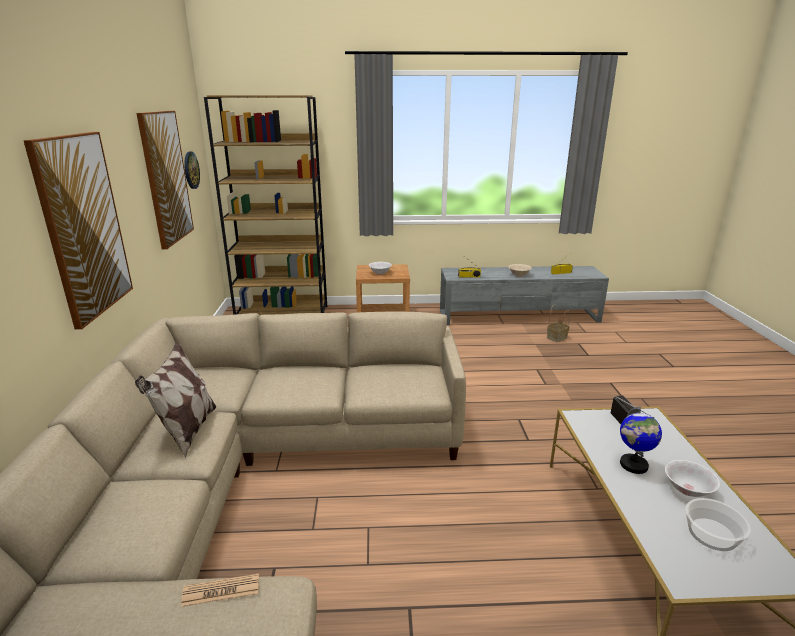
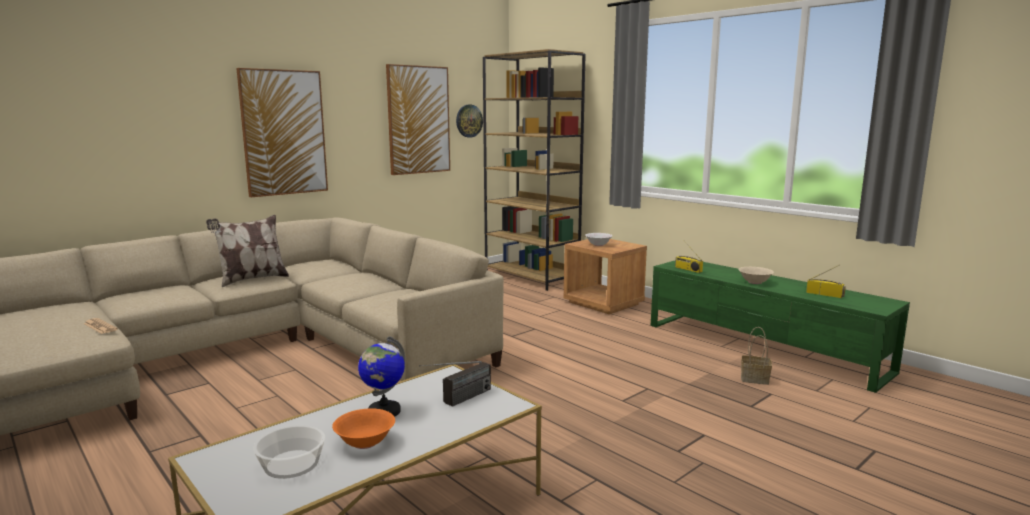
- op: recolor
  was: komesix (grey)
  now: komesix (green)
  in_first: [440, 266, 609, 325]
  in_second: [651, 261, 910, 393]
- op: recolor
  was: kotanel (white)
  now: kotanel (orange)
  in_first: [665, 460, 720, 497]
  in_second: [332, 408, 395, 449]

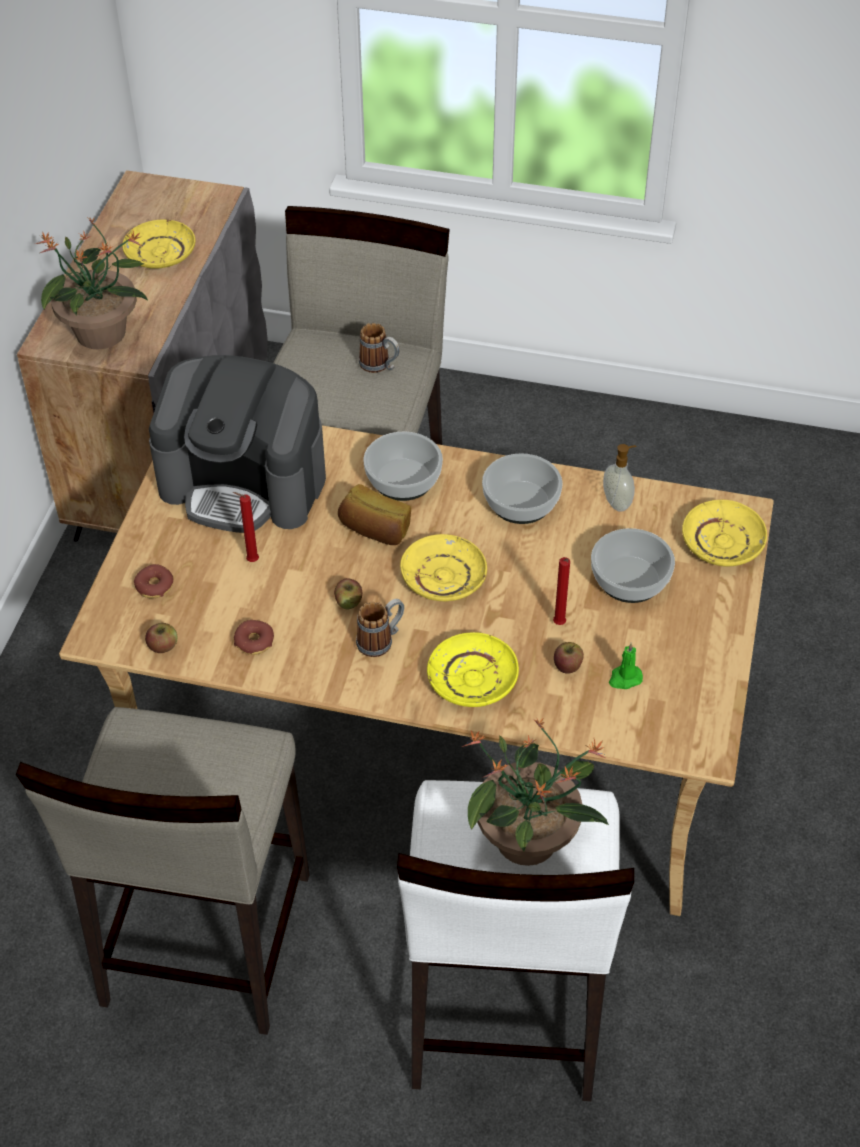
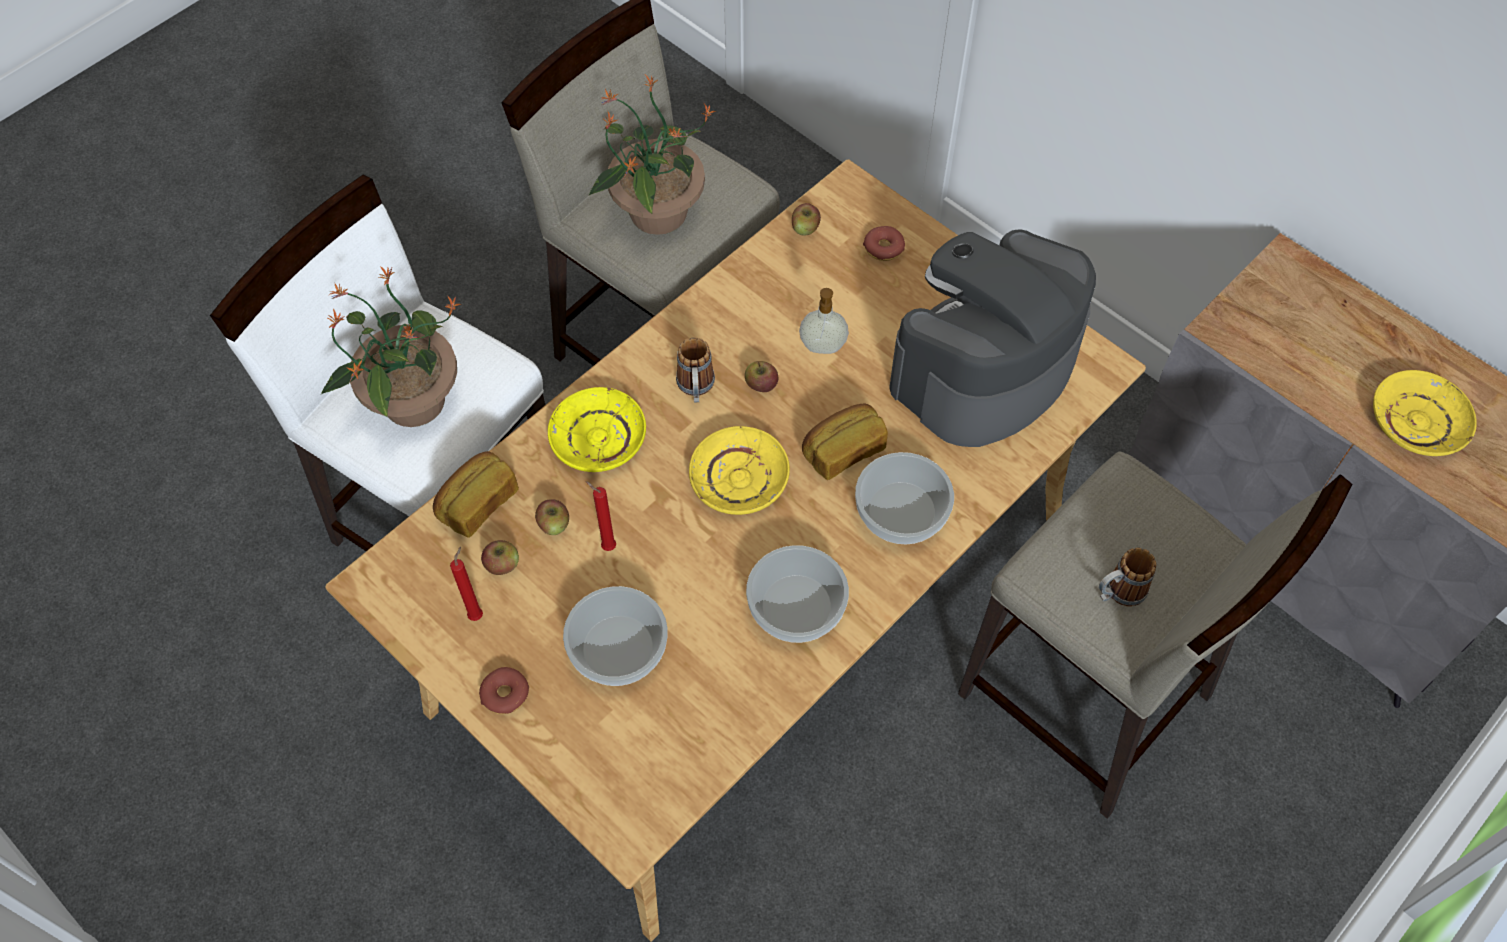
- op: delete
  was: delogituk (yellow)
  in_first: [682, 500, 767, 566]
- op: insert
  now: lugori
  in_second: [433, 451, 519, 538]
- op: move
  was: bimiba
  in_first: [36, 217, 148, 350]
  in_second: [588, 75, 716, 235]
- op: move
  was: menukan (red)
  in_first: [233, 492, 259, 562]
  in_second: [450, 547, 483, 621]
- op: move
  was: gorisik
  in_first: [234, 620, 274, 655]
  in_second: [479, 667, 529, 714]
- op: move
  was: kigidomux
  in_first: [603, 444, 636, 512]
  in_second: [799, 288, 849, 354]
- op: replace
  was: menukan (green)
  now: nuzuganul
  in_first: [609, 642, 643, 689]
  in_second: [481, 540, 519, 575]

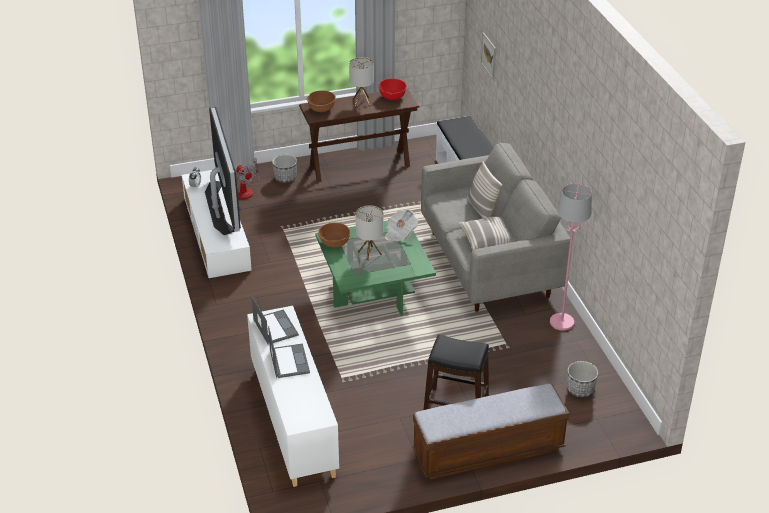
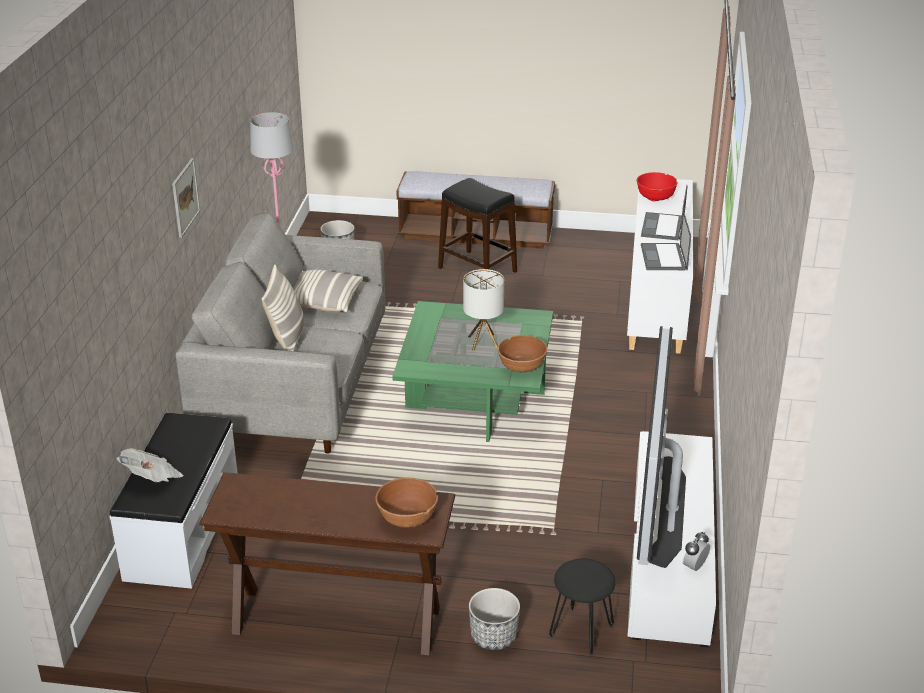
- op: delete
  was: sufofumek
  in_first: [349, 57, 374, 106]
- op: move
  was: kotanel (red)
  in_first: [379, 79, 407, 100]
  in_second: [637, 172, 678, 201]
- op: move
  was: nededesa
  in_first: [385, 210, 418, 242]
  in_second: [116, 448, 183, 482]
- op: move
  was: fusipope
  in_first: [481, 32, 496, 79]
  in_second: [172, 158, 200, 238]
- op: replace
  was: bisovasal
  now: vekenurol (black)
  in_first: [236, 158, 260, 199]
  in_second: [549, 559, 616, 655]

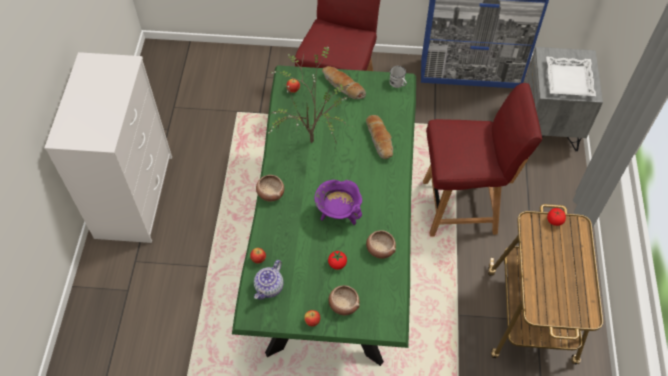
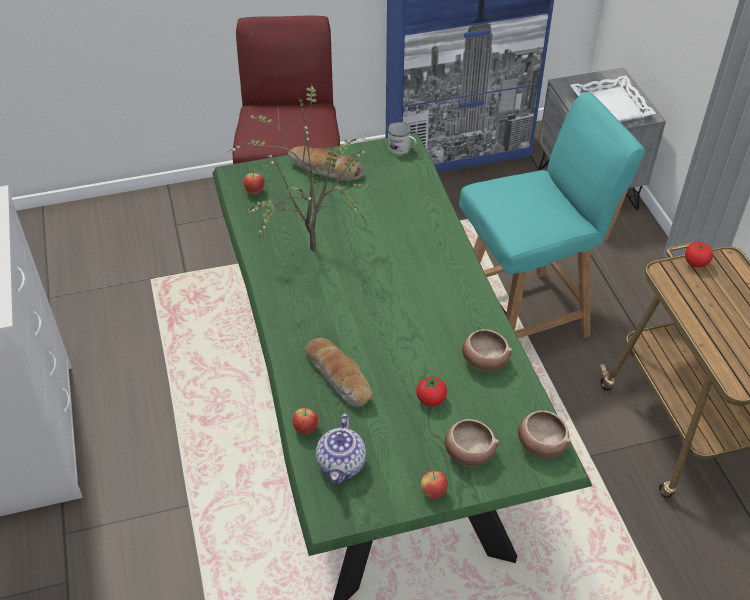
- op: delete
  was: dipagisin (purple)
  in_first: [314, 180, 362, 225]
- op: move
  was: kotanel
  in_first: [256, 175, 284, 202]
  in_second: [518, 411, 571, 458]
- op: move
  was: lugori
  in_first: [366, 115, 393, 159]
  in_second: [304, 338, 373, 407]
- op: recolor
  was: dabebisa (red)
  now: dabebisa (turquoise)
  in_first: [423, 83, 542, 236]
  in_second: [459, 92, 645, 339]

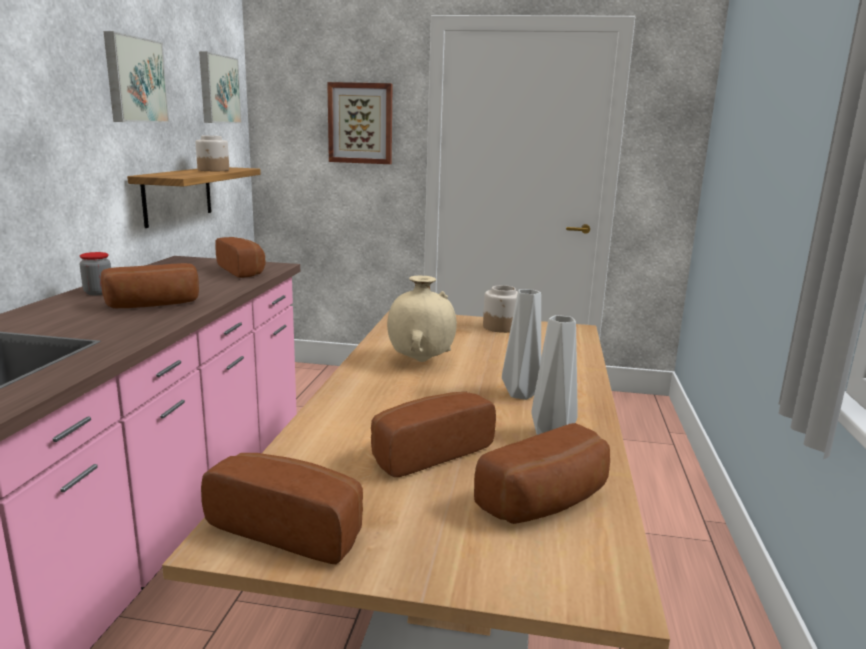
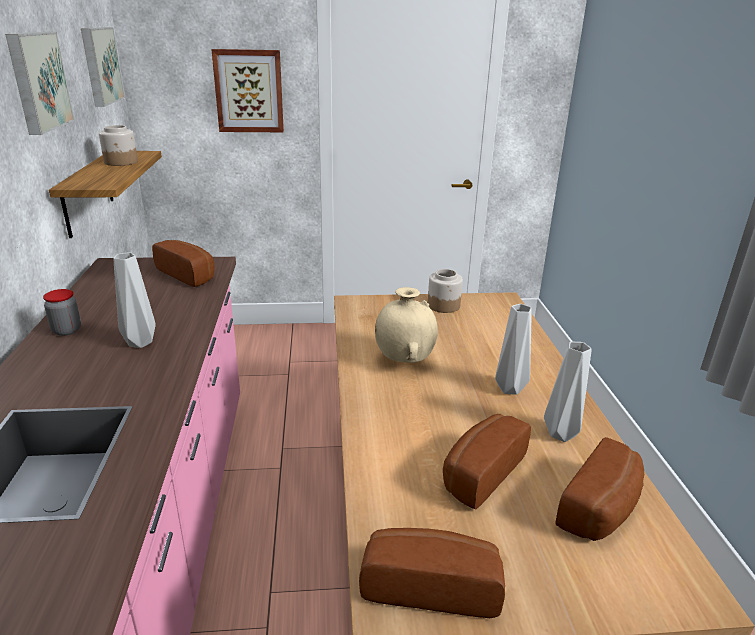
- op: replace
  was: lugori
  now: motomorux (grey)
  in_first: [101, 263, 199, 308]
  in_second: [114, 252, 156, 348]

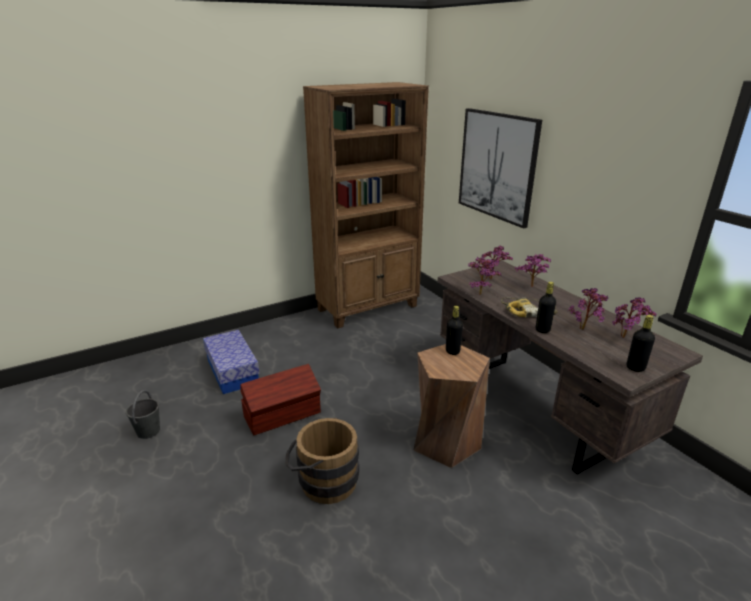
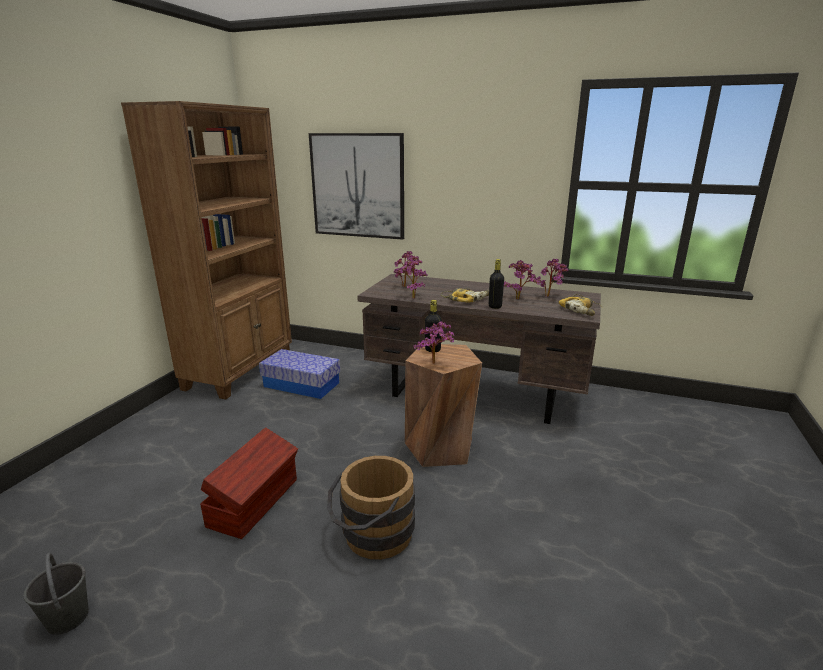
- op: move
  was: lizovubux
  in_first: [203, 330, 260, 394]
  in_second: [259, 349, 340, 399]
- op: move
  was: bimiba
  in_first: [515, 254, 551, 287]
  in_second: [413, 321, 454, 364]
- op: replace
  was: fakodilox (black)
  now: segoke
  in_first: [626, 315, 655, 372]
  in_second: [558, 294, 603, 316]

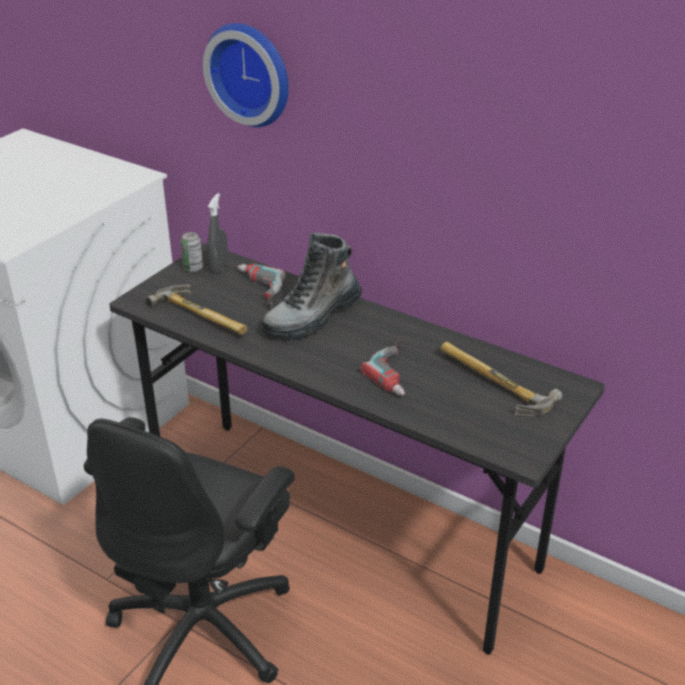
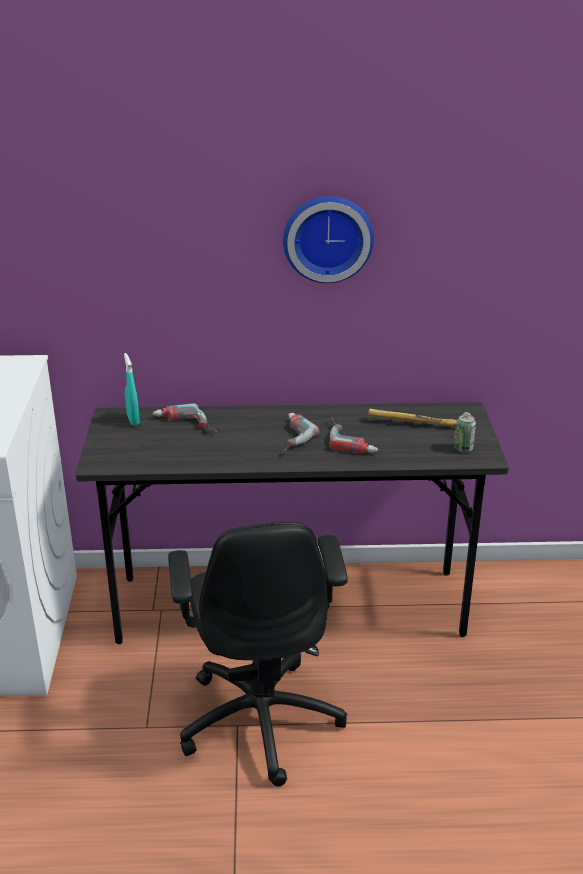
- op: delete
  was: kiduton
  in_first: [146, 284, 248, 335]
- op: delete
  was: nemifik
  in_first: [261, 233, 362, 340]
- op: insert
  now: segoke
  in_second: [281, 413, 319, 454]
- op: move
  was: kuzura
  in_first: [181, 232, 203, 272]
  in_second: [454, 415, 476, 453]
- op: move
  was: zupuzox
  in_first: [203, 23, 289, 127]
  in_second: [283, 196, 374, 283]
- op: recolor
  was: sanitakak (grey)
  now: sanitakak (turquoise)
  in_first: [208, 193, 228, 274]
  in_second: [124, 353, 140, 426]

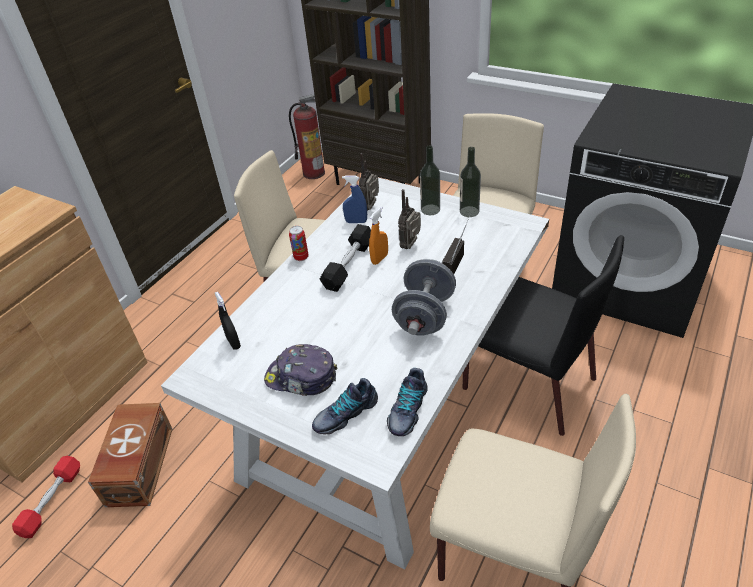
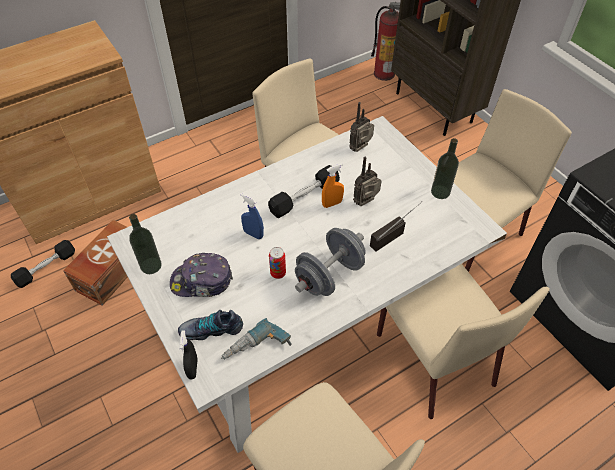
- op: move
  was: sanitakak (black)
  in_first: [215, 292, 241, 350]
  in_second: [179, 330, 198, 380]
- op: move
  was: kuzura
  in_first: [289, 226, 309, 261]
  in_second: [269, 247, 286, 279]
- op: move
  was: sanitakak (blue)
  in_first: [342, 175, 367, 223]
  in_second: [241, 193, 264, 239]
- op: move
  was: fakodilox
  in_first: [420, 146, 440, 215]
  in_second: [129, 214, 162, 274]
- op: replace
  was: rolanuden
  now: segoke
  in_first: [387, 368, 428, 436]
  in_second: [221, 318, 292, 359]
- op: recolor
  was: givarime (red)
  now: givarime (black)
  in_first: [12, 456, 80, 538]
  in_second: [11, 240, 75, 288]
- op: recolor
  was: dabebisa (black)
  now: dabebisa (beige)
  in_first: [463, 235, 624, 436]
  in_second: [377, 264, 550, 419]
- op: rotate
  was: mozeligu
  in_first: [264, 344, 338, 396]
  in_second: [170, 253, 233, 297]
  clockwise: -45

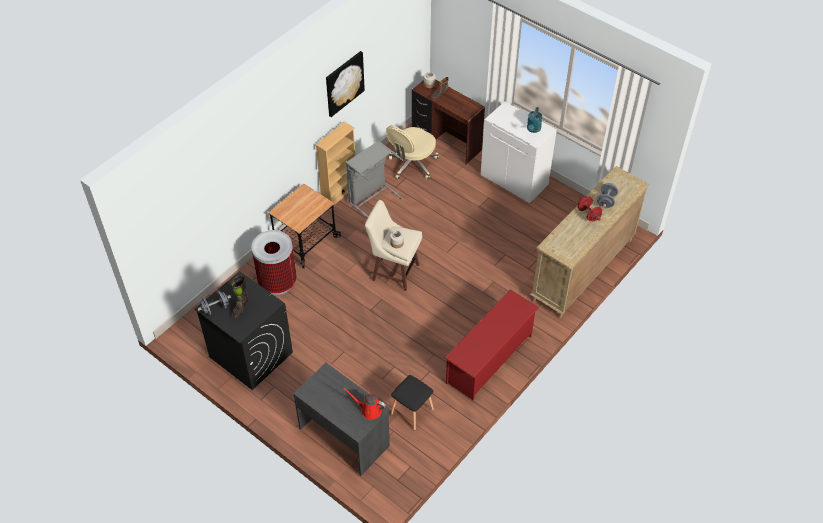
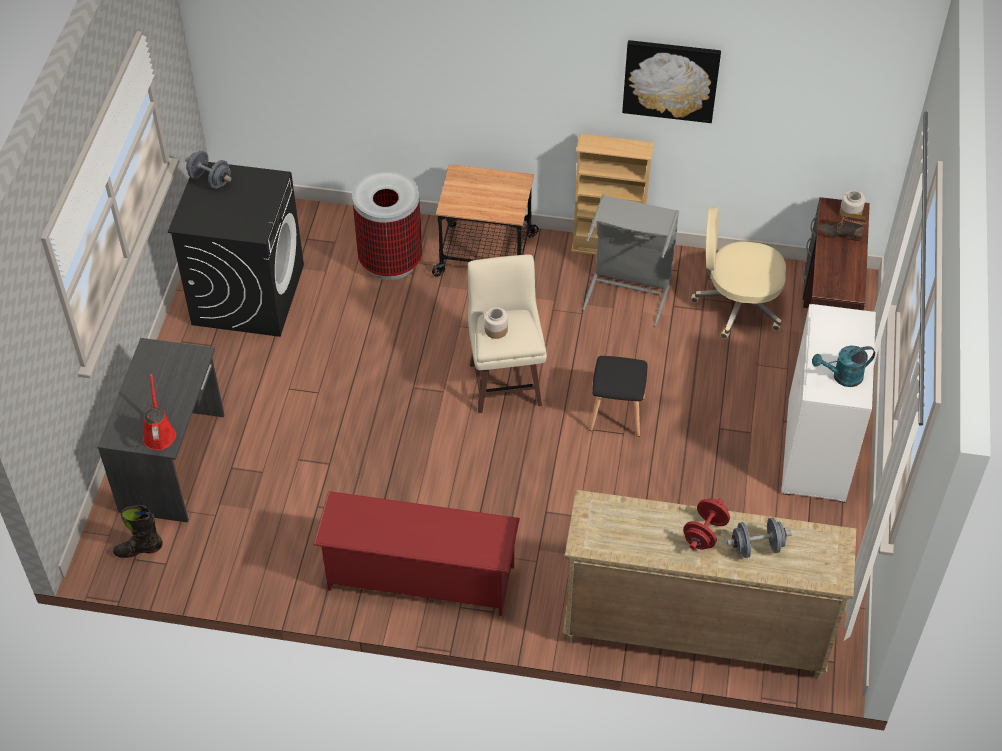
- op: move
  was: nemifik (black)
  in_first: [231, 276, 248, 318]
  in_second: [113, 505, 163, 558]
- op: move
  was: vekenurol (black)
  in_first: [391, 375, 434, 431]
  in_second: [589, 356, 647, 437]

